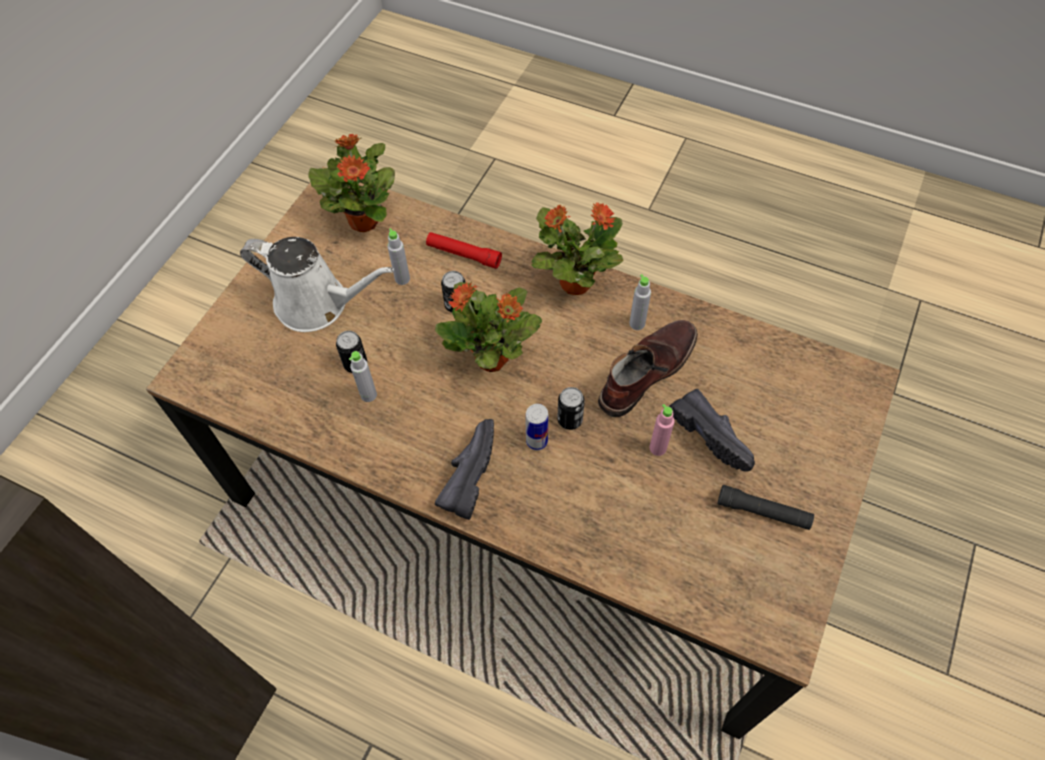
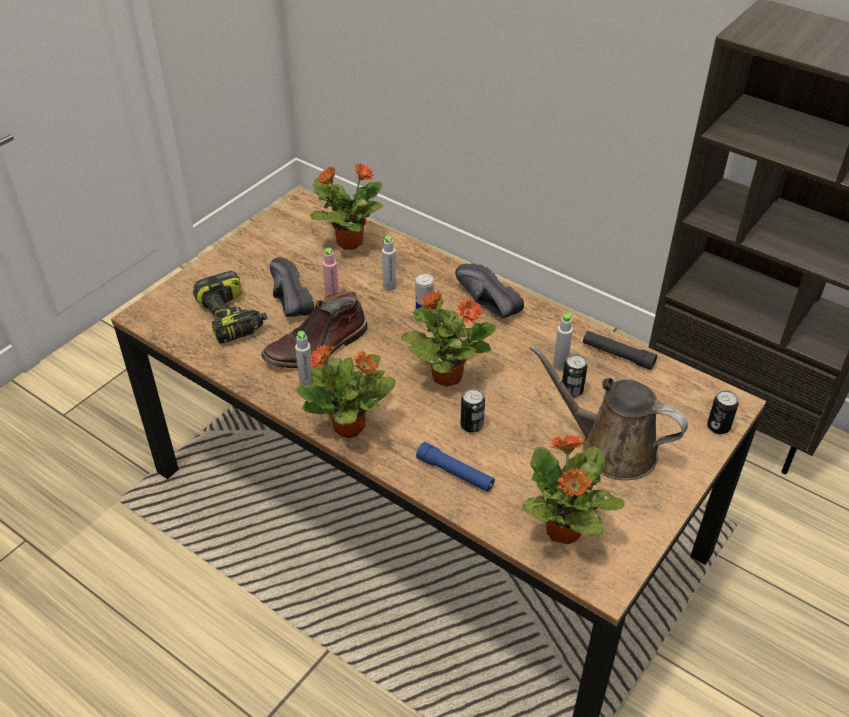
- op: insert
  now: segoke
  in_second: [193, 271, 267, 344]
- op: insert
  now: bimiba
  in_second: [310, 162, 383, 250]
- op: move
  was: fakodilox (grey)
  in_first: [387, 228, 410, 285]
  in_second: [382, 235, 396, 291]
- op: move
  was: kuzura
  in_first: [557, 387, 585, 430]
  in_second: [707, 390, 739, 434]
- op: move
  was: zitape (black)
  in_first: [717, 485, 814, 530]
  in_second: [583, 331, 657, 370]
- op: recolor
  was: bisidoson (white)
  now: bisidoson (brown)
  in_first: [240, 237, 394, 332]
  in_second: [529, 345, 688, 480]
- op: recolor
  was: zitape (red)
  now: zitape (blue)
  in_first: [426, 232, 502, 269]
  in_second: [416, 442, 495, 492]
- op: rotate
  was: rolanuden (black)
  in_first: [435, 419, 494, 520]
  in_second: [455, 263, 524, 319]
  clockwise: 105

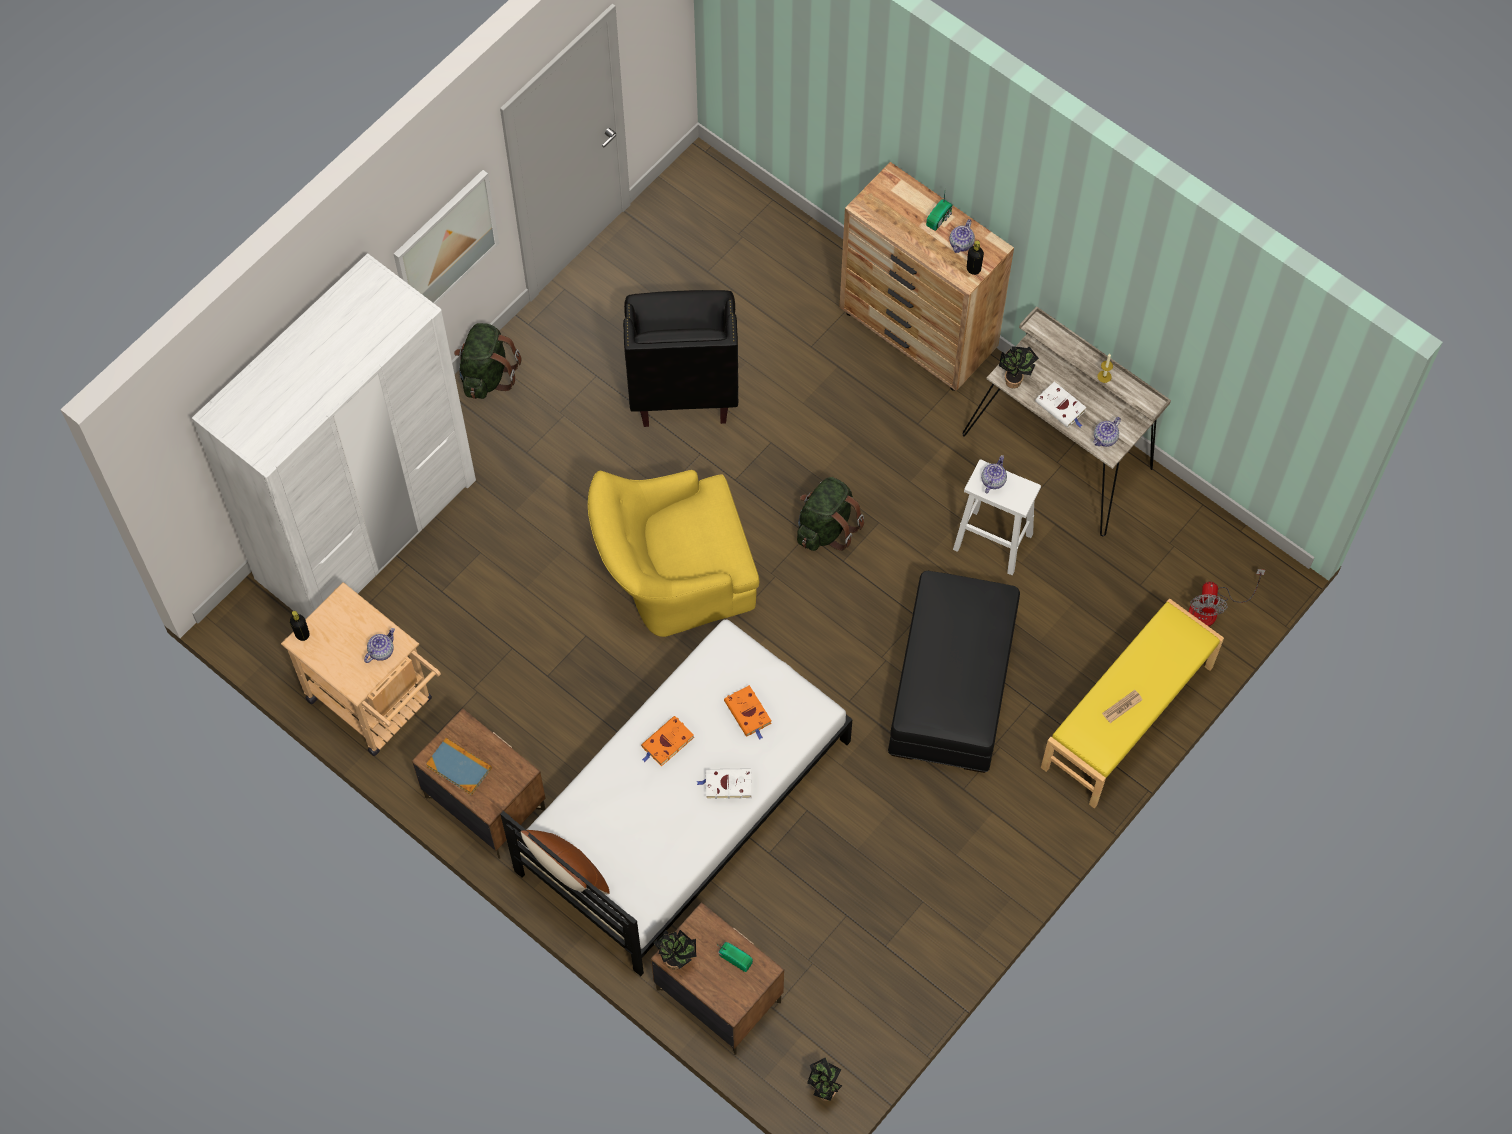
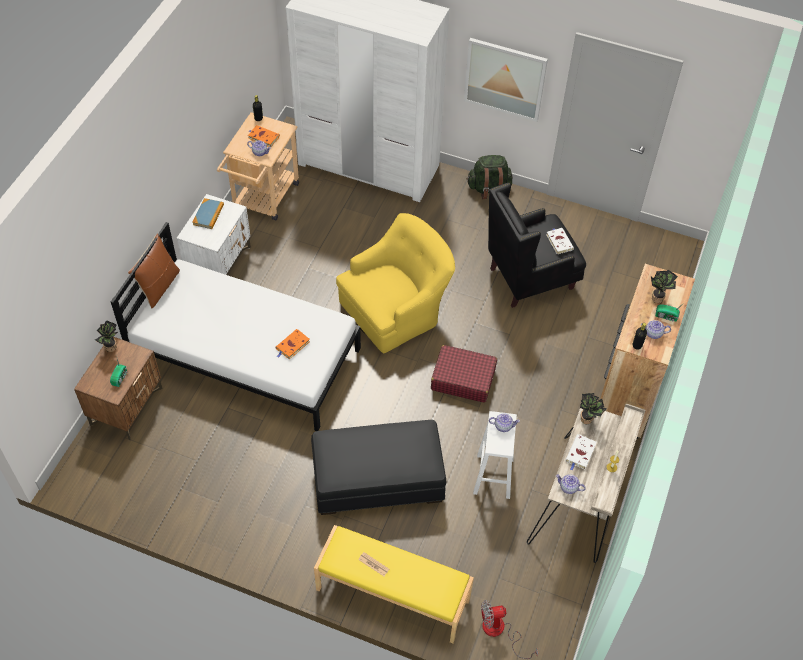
- op: move
  was: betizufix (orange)
  in_first: [641, 716, 694, 766]
  in_second: [248, 125, 280, 147]
- op: move
  was: betizufix (white)
  in_first: [697, 768, 752, 799]
  in_second: [546, 228, 574, 254]
- op: move
  was: bimiba
  in_first: [807, 1057, 843, 1101]
  in_second: [651, 270, 678, 303]
- op: replace
  was: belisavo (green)
  now: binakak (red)
  in_first: [797, 477, 864, 551]
  in_second: [431, 345, 497, 403]
- op: recolor
  was: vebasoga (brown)
  now: vebasoga (white)
  in_first: [412, 708, 545, 859]
  in_second: [177, 194, 251, 275]
- op: rotate
  was: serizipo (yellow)
  in_first: [588, 470, 759, 637]
  in_second: [336, 213, 455, 354]
  clockwise: 90

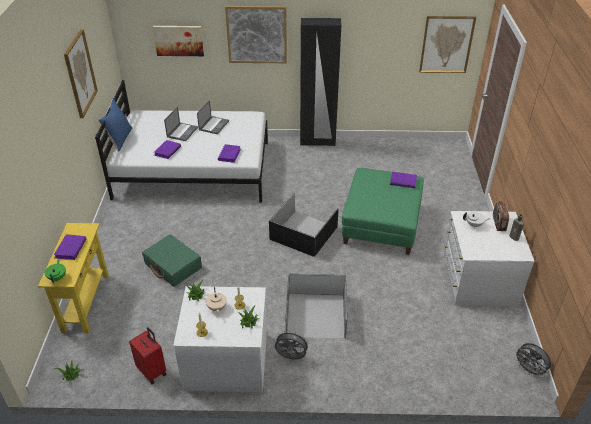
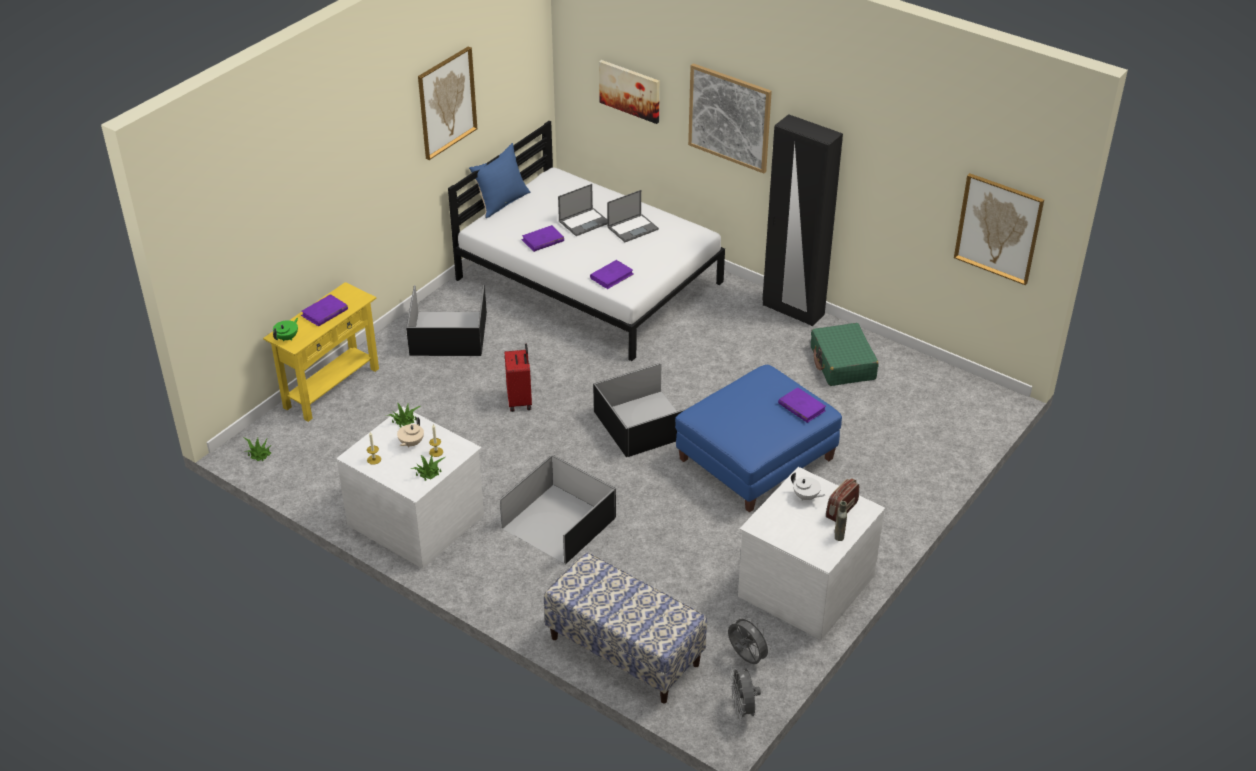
- op: insert
  now: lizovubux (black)
  in_second: [406, 285, 487, 356]
- op: insert
  now: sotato
  in_second: [544, 552, 707, 703]
- op: move
  was: binakak (red)
  in_first: [129, 327, 166, 384]
  in_second: [504, 343, 532, 412]
- op: move
  was: binakak (green)
  in_first: [142, 234, 202, 287]
  in_second: [811, 323, 879, 386]
- op: move
  was: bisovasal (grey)
  in_first: [274, 330, 310, 359]
  in_second: [728, 615, 772, 664]
- op: recolor
  was: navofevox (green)
  now: navofevox (blue)
  in_first: [342, 168, 424, 255]
  in_second: [675, 365, 842, 513]

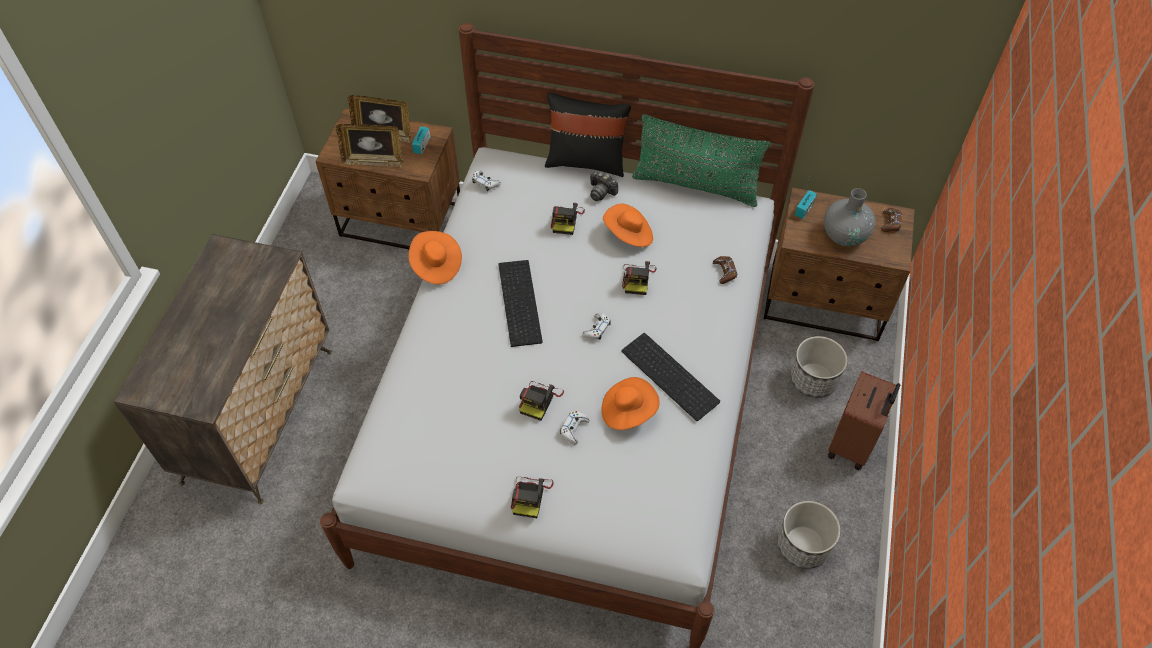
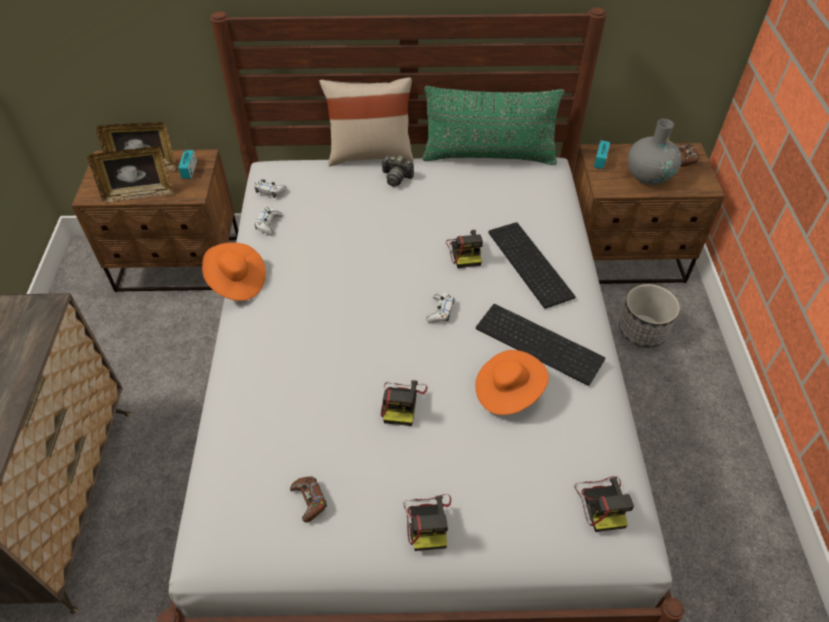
- op: delete
  was: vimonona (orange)
  in_first: [603, 204, 653, 247]
- op: delete
  was: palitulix
  in_first: [778, 501, 840, 569]
- op: delete
  was: binakak (brown)
  in_first: [828, 371, 900, 470]
- op: move
  was: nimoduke
  in_first: [498, 260, 543, 347]
  in_second: [488, 222, 576, 309]
- op: move
  was: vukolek
  in_first: [551, 203, 585, 235]
  in_second: [575, 476, 634, 532]
- op: move
  was: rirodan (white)
  in_first: [560, 411, 590, 445]
  in_second: [255, 207, 282, 236]
- op: move
  was: rirodan (brown)
  in_first: [713, 256, 737, 284]
  in_second: [290, 476, 327, 522]
- op: recolor
  was: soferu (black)
  now: soferu (beige)
  in_first: [545, 92, 631, 177]
  in_second: [319, 77, 413, 166]

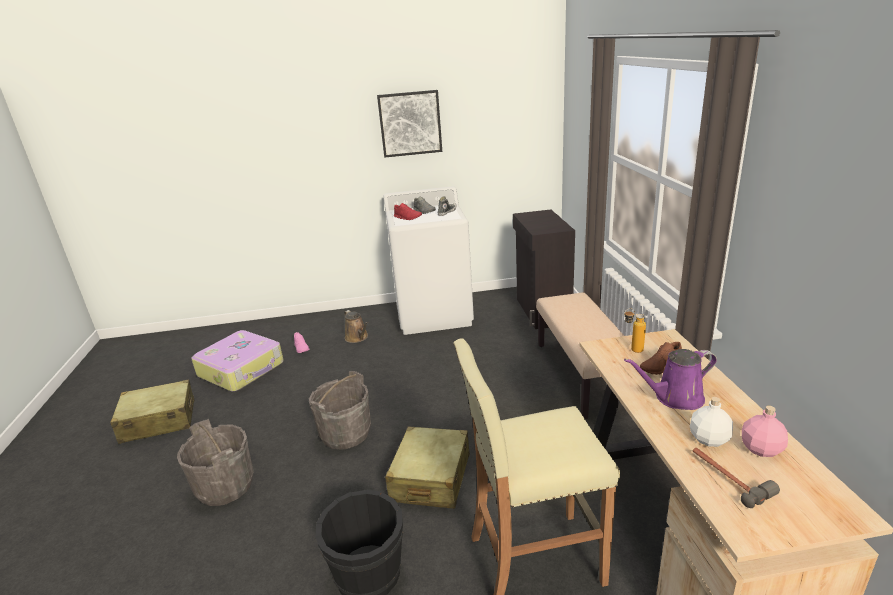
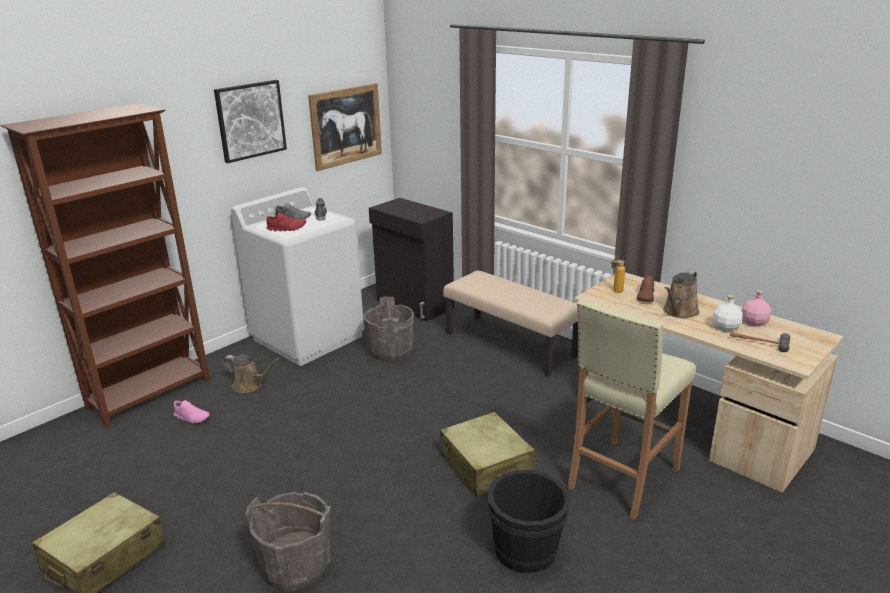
- op: delete
  was: binakak
  in_first: [191, 330, 284, 391]
- op: insert
  now: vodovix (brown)
  in_second: [1, 103, 210, 427]
- op: insert
  now: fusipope
  in_second: [308, 83, 382, 171]
- op: move
  was: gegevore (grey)
  in_first: [309, 371, 371, 450]
  in_second: [363, 297, 414, 361]
- op: recolor
  was: bisidoson (purple)
  now: bisidoson (brown)
  in_first: [624, 349, 717, 410]
  in_second: [663, 271, 699, 318]

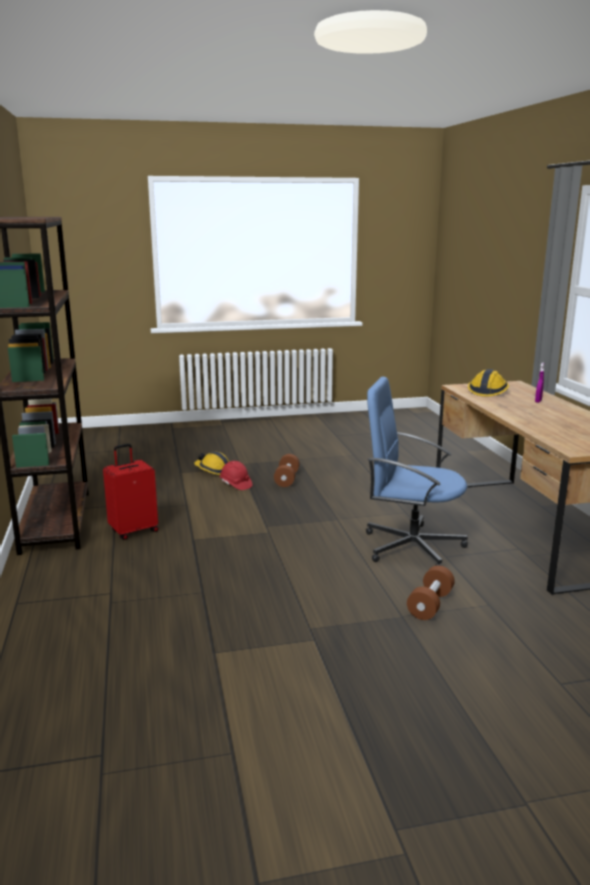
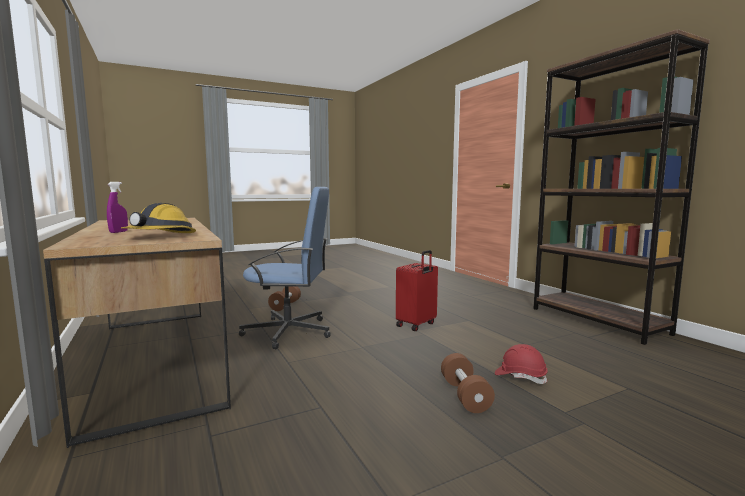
- op: delete
  was: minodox
  in_first: [194, 451, 230, 475]
- op: move
  was: binakak (red)
  in_first: [103, 444, 159, 540]
  in_second: [396, 250, 438, 331]

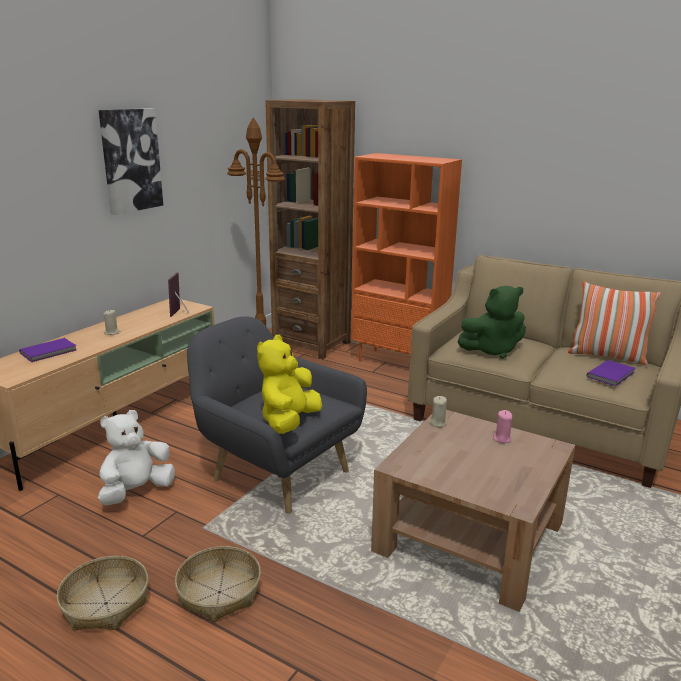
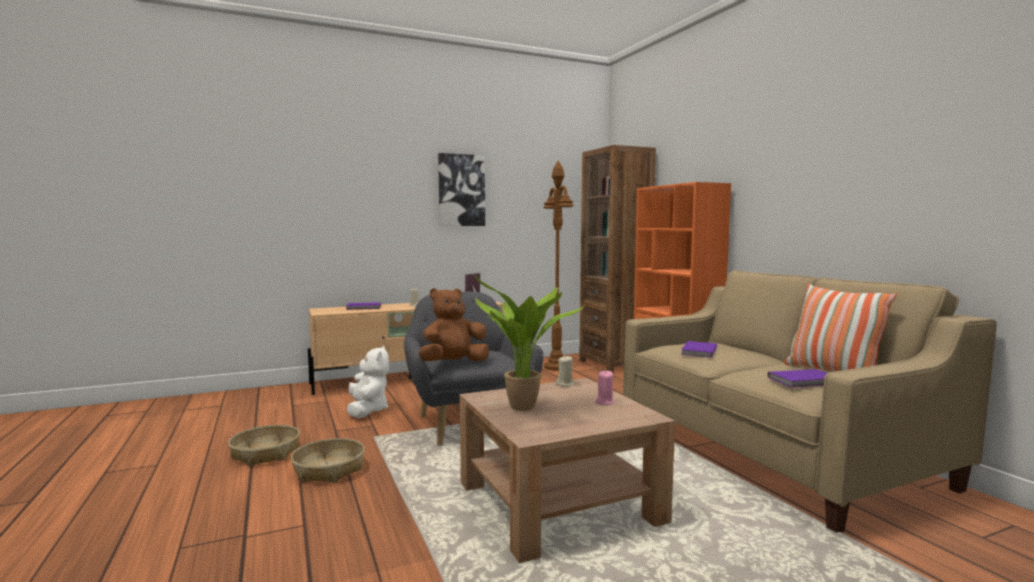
- op: insert
  now: bimiba
  in_second: [473, 273, 584, 411]
- op: replace
  was: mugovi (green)
  now: betizufix (purple)
  in_first: [458, 286, 526, 359]
  in_second: [681, 341, 717, 358]
- op: recolor
  was: mugovi (yellow)
  now: mugovi (brown)
  in_first: [257, 335, 322, 434]
  in_second: [419, 288, 489, 362]
- op: rotate
  was: mugovi (white)
  in_first: [98, 410, 175, 506]
  in_second: [347, 345, 389, 418]
  clockwise: 90

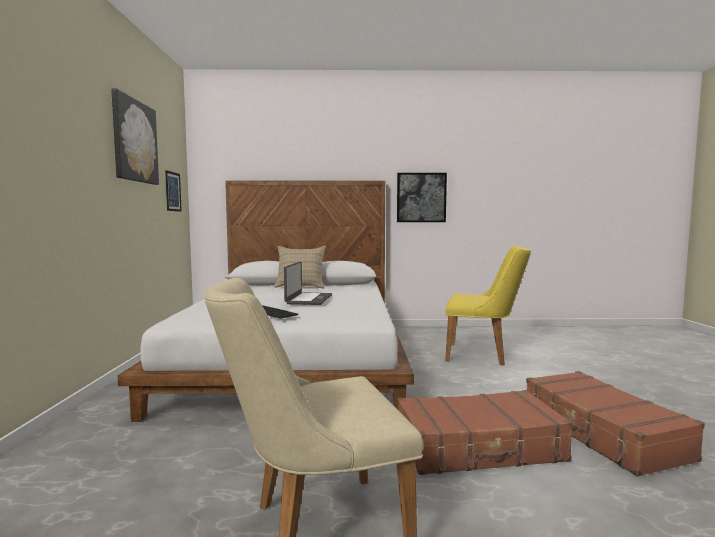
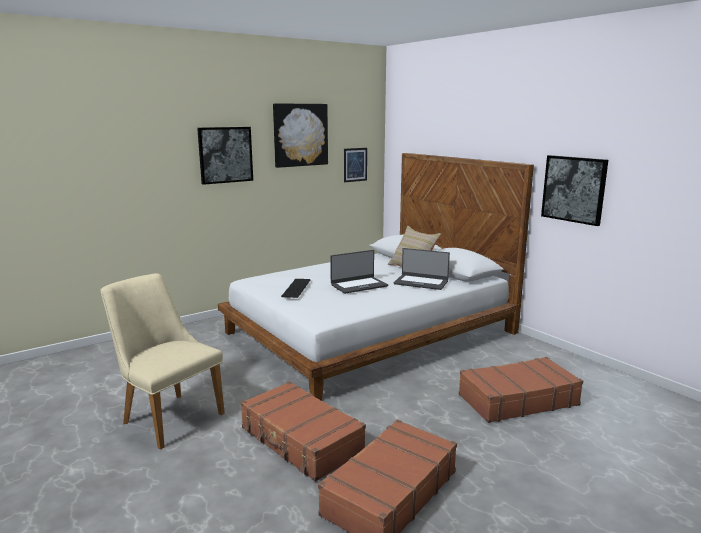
- op: insert
  now: fusipope
  in_second: [197, 127, 253, 185]
- op: insert
  now: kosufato
  in_second: [394, 248, 450, 290]
- op: replace
  was: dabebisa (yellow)
  now: binakak (brown)
  in_first: [445, 246, 531, 365]
  in_second: [459, 357, 583, 423]

